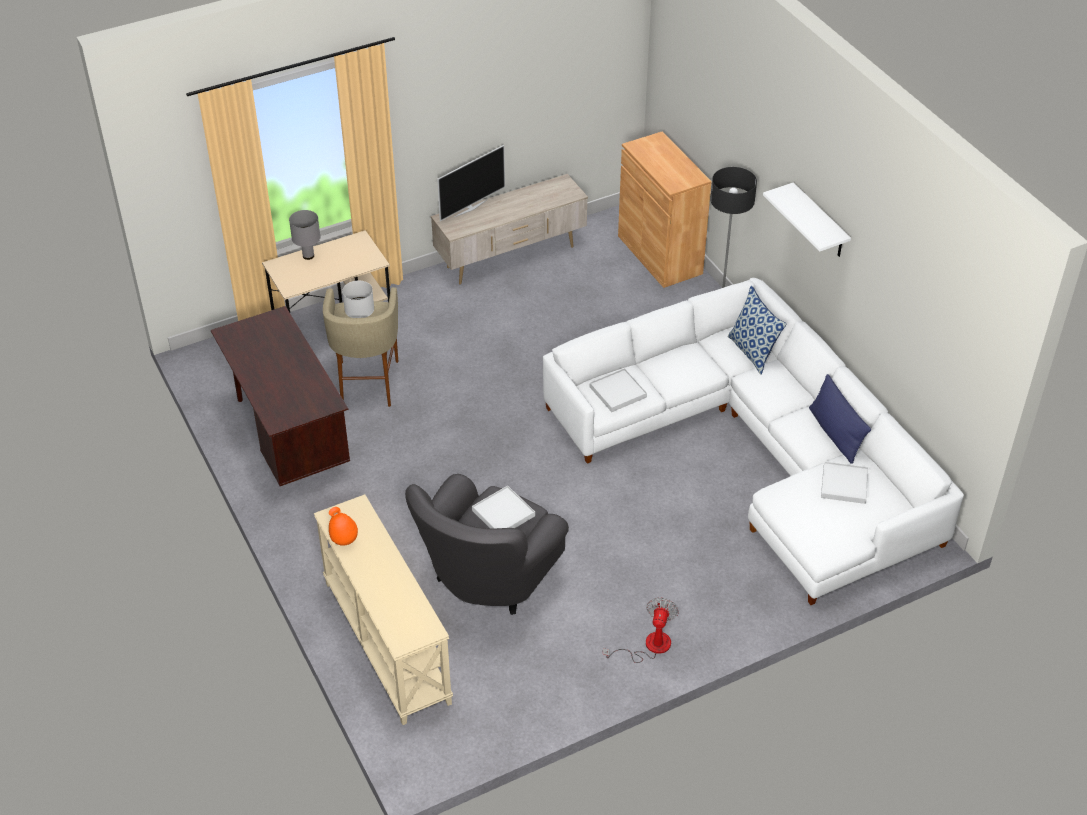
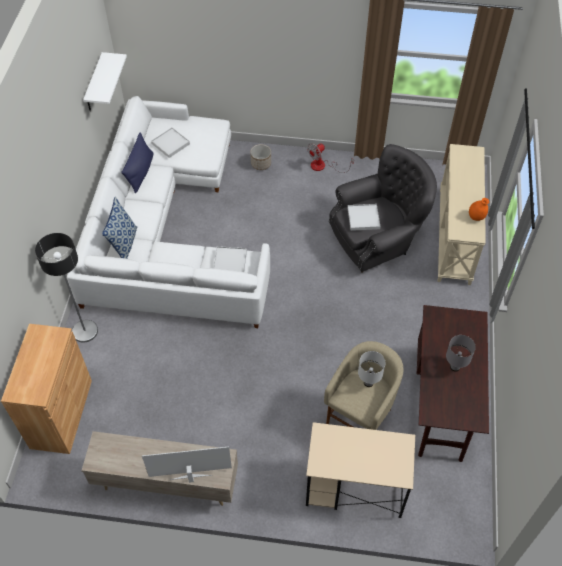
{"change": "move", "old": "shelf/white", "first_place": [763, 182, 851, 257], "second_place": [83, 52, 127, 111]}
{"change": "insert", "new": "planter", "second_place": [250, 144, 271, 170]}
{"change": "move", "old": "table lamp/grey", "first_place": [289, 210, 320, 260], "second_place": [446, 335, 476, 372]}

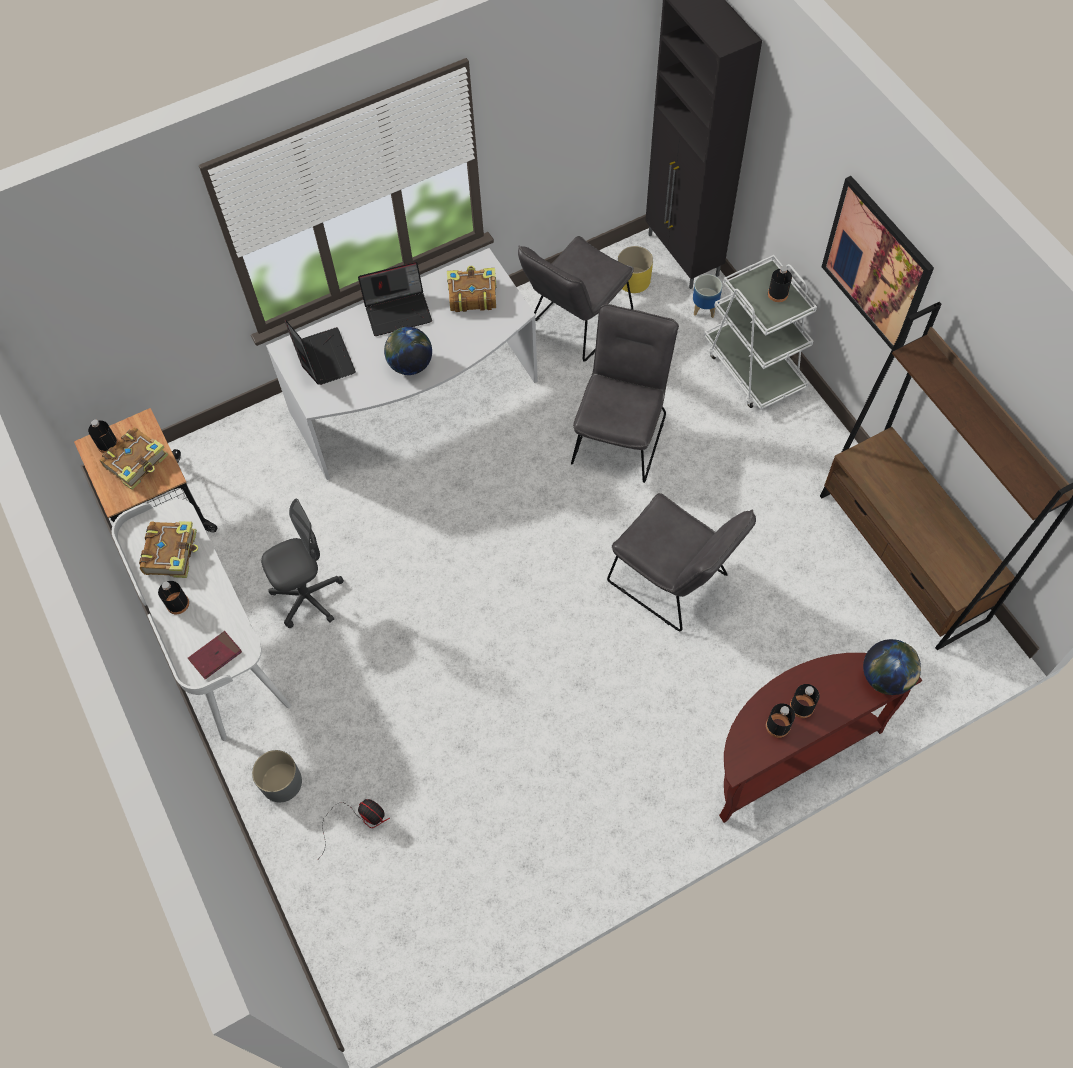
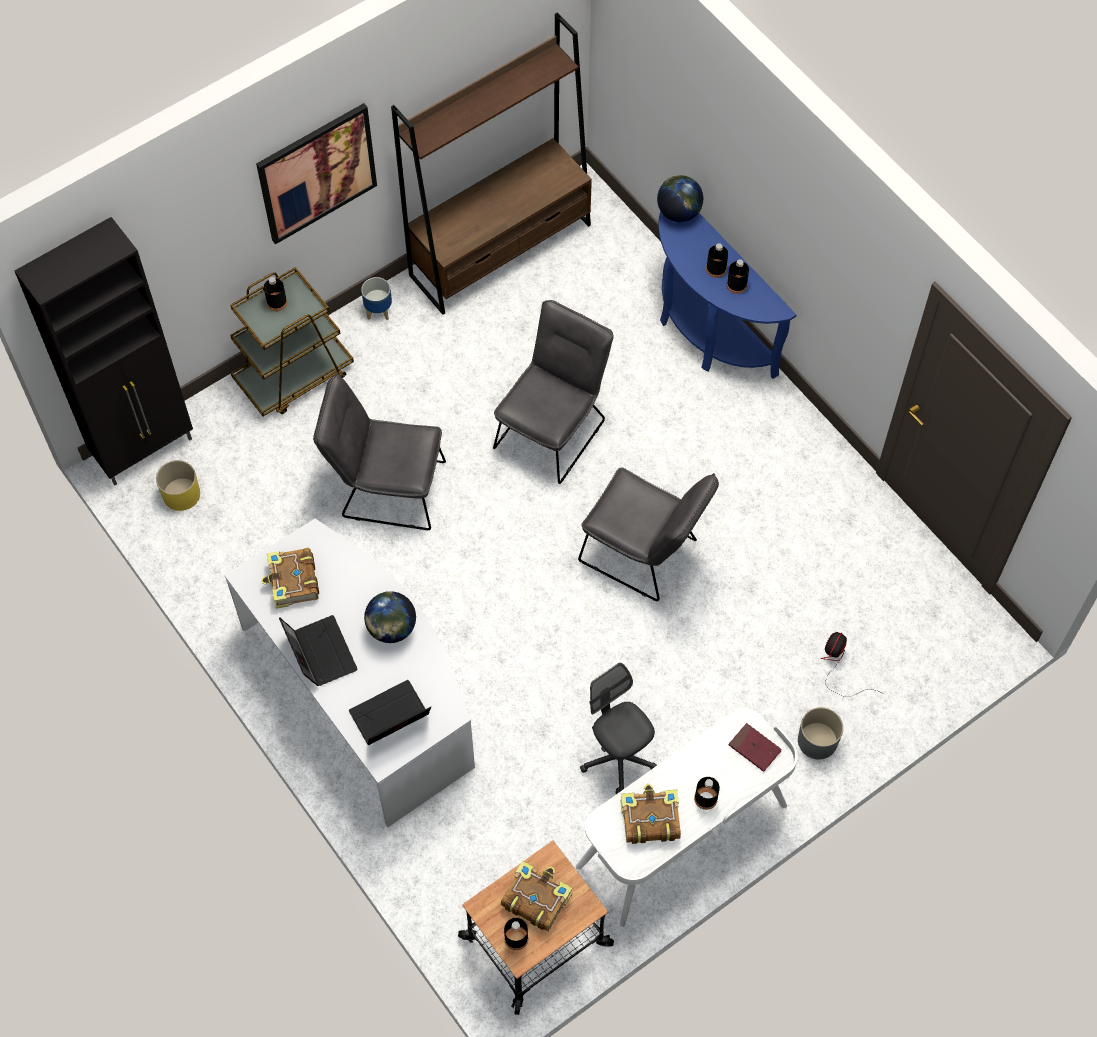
{"change": "recolor", "old": "cart/white", "new": "cart/brown", "first_place": [704, 255, 817, 410], "second_place": [230, 267, 354, 417]}
{"change": "move", "old": "planter", "first_place": [693, 274, 722, 318], "second_place": [361, 277, 392, 320]}
{"change": "move", "old": "chair/grey", "first_place": [518, 236, 634, 362], "second_place": [578, 468, 719, 601]}
{"change": "recolor", "old": "console table/brown", "new": "console table/blue", "first_place": [719, 653, 922, 823], "second_place": [659, 211, 796, 379]}

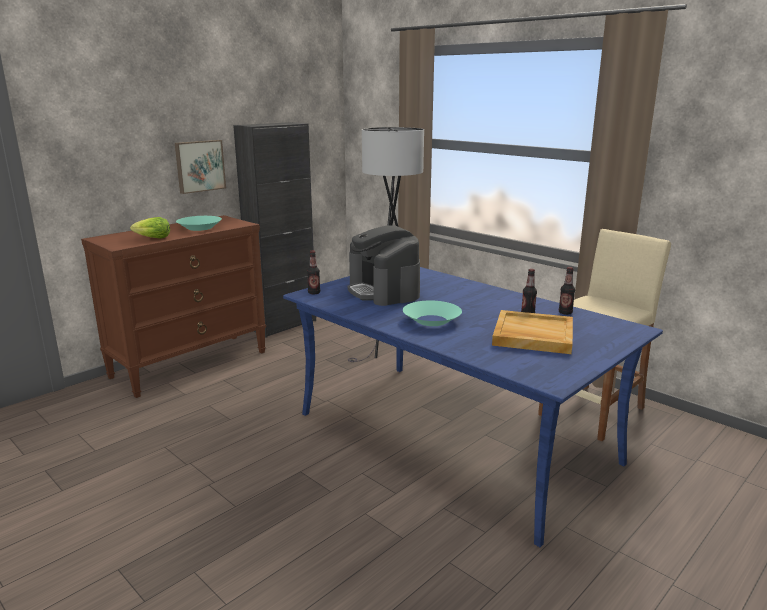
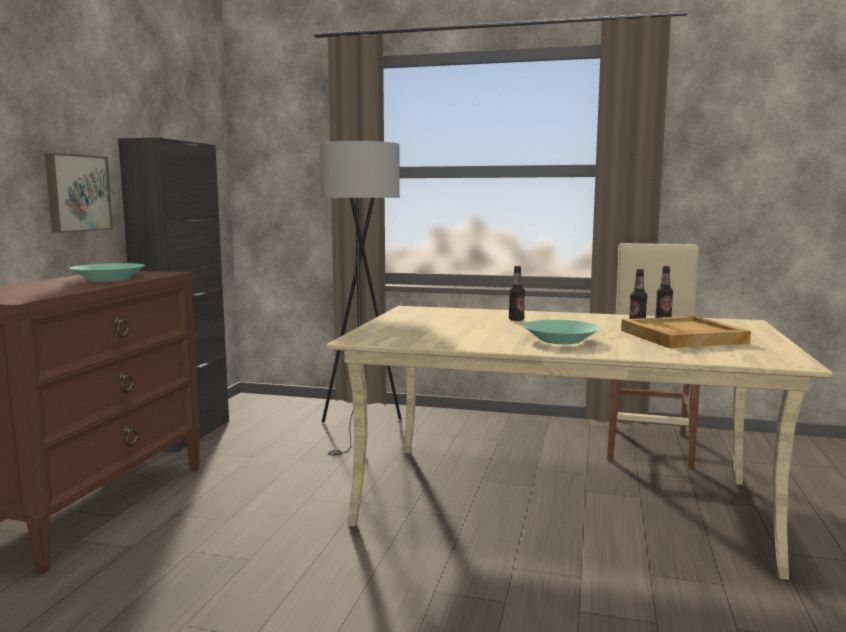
{"change": "recolor", "old": "dining table/blue", "new": "dining table/beige", "first_place": [283, 267, 663, 547], "second_place": [326, 306, 833, 580]}
{"change": "move", "old": "bottle", "first_place": [307, 251, 320, 294], "second_place": [509, 266, 525, 321]}
{"change": "delete", "old": "lettuce", "first_place": [130, 217, 170, 239]}
{"change": "delete", "old": "coffee machine", "first_place": [348, 225, 420, 306]}

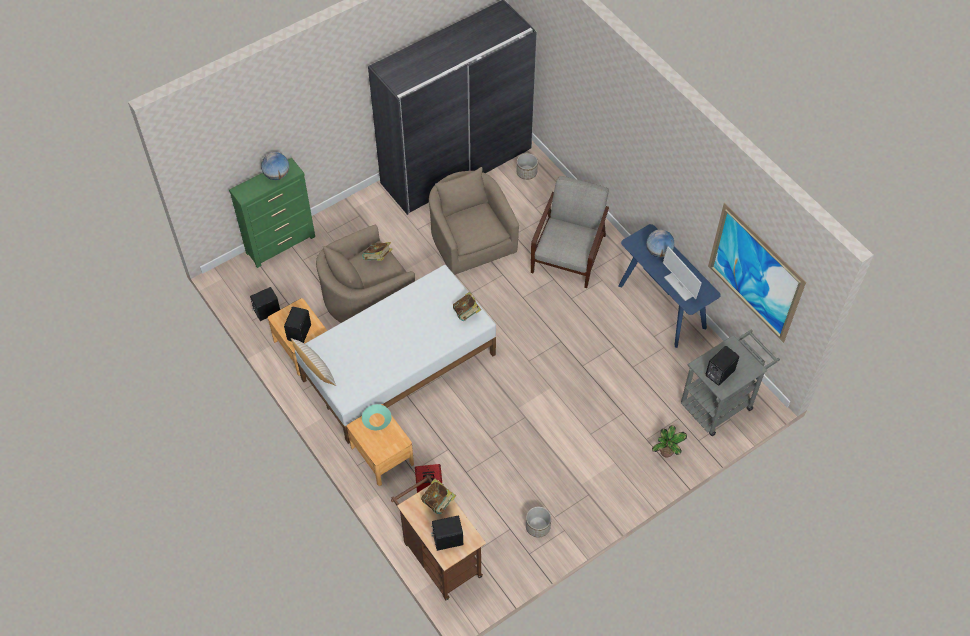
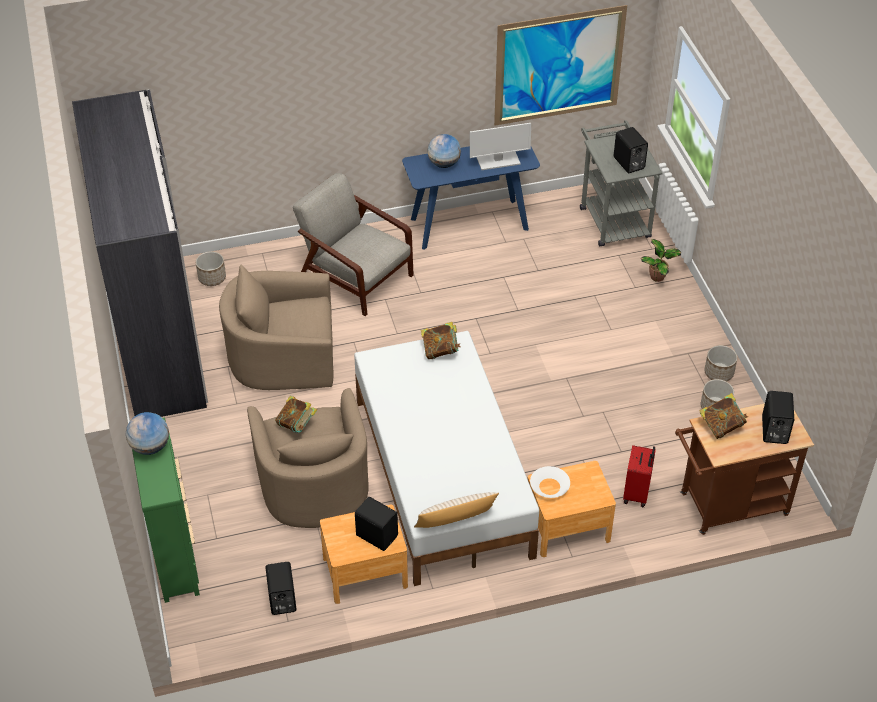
{"change": "recolor", "old": "bowl/turquoise", "new": "bowl/white", "first_place": [362, 404, 391, 430], "second_place": [530, 466, 570, 498]}
{"change": "insert", "new": "planter", "second_place": [704, 345, 738, 382]}

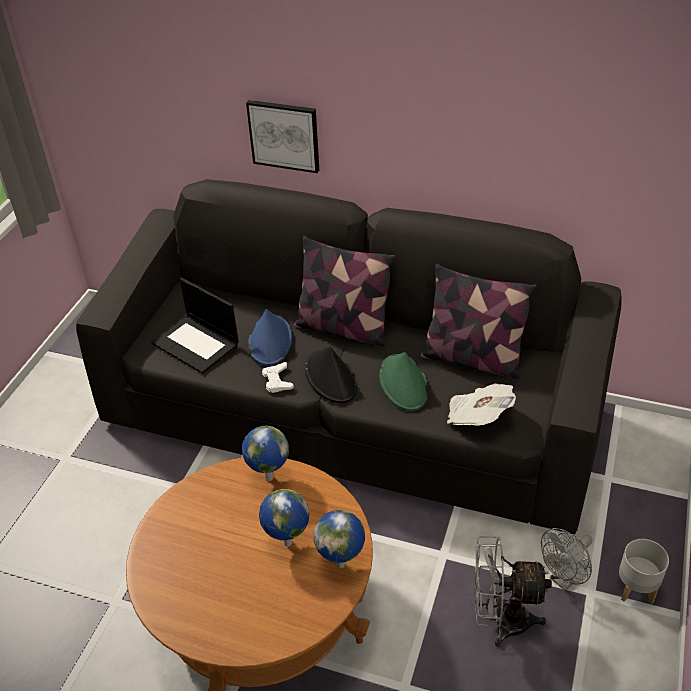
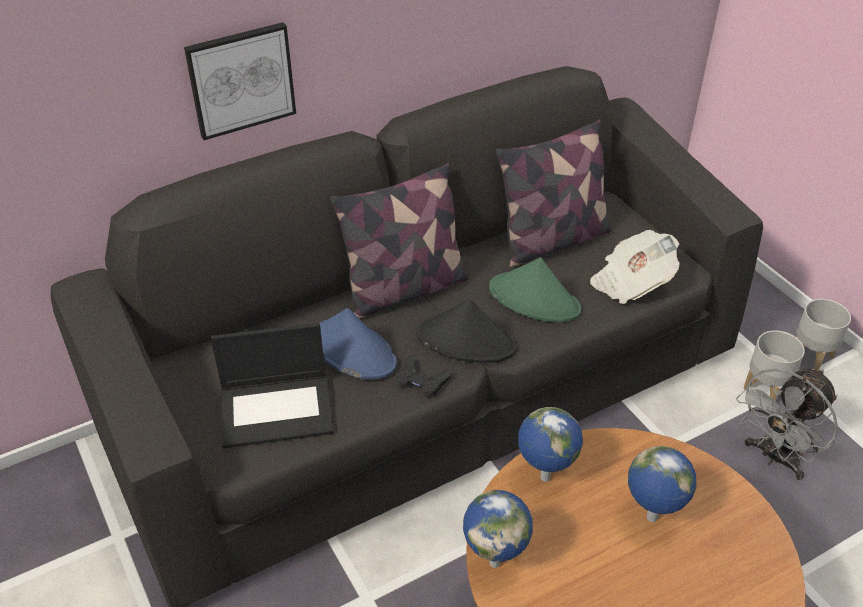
{"change": "recolor", "old": "game controller/white", "new": "game controller/black", "first_place": [262, 362, 294, 393], "second_place": [397, 355, 451, 398]}
{"change": "move", "old": "globe", "first_place": [314, 510, 365, 568], "second_place": [463, 490, 533, 568]}
{"change": "replace", "old": "fan/grey", "new": "planter/grey", "first_place": [541, 528, 593, 591], "second_place": [744, 330, 805, 400]}

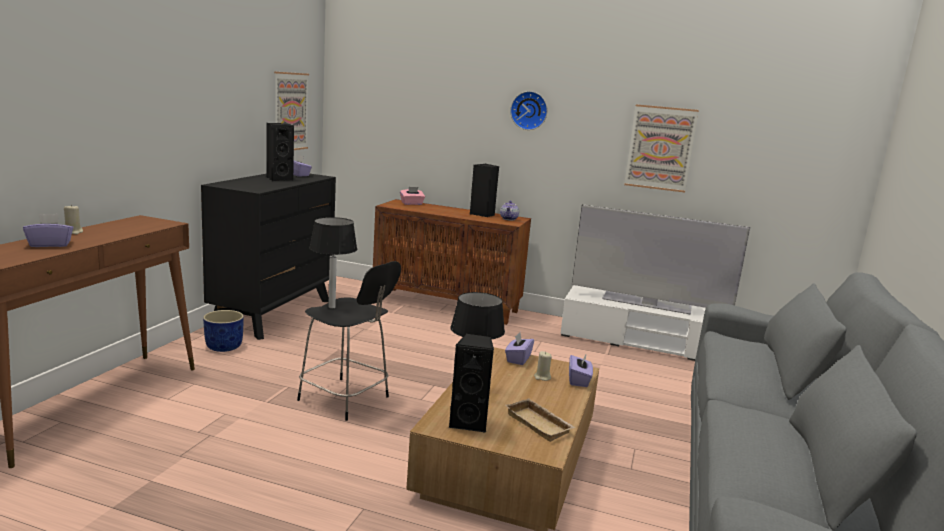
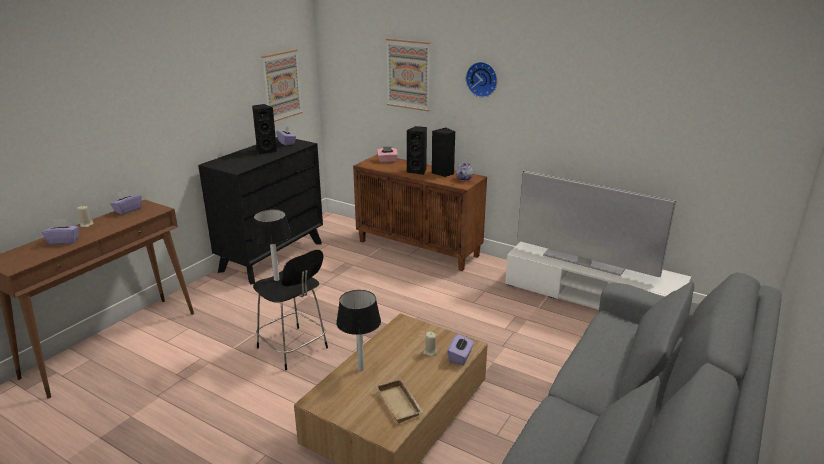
{"change": "move", "old": "tissue box/purple", "first_place": [505, 332, 534, 365], "second_place": [110, 190, 142, 215]}
{"change": "move", "old": "picture", "first_place": [624, 104, 699, 192], "second_place": [386, 38, 430, 111]}
{"change": "move", "old": "speaker/black", "first_place": [449, 333, 494, 433], "second_place": [407, 126, 427, 175]}
{"change": "delete", "old": "planter/blue", "first_place": [203, 310, 244, 352]}

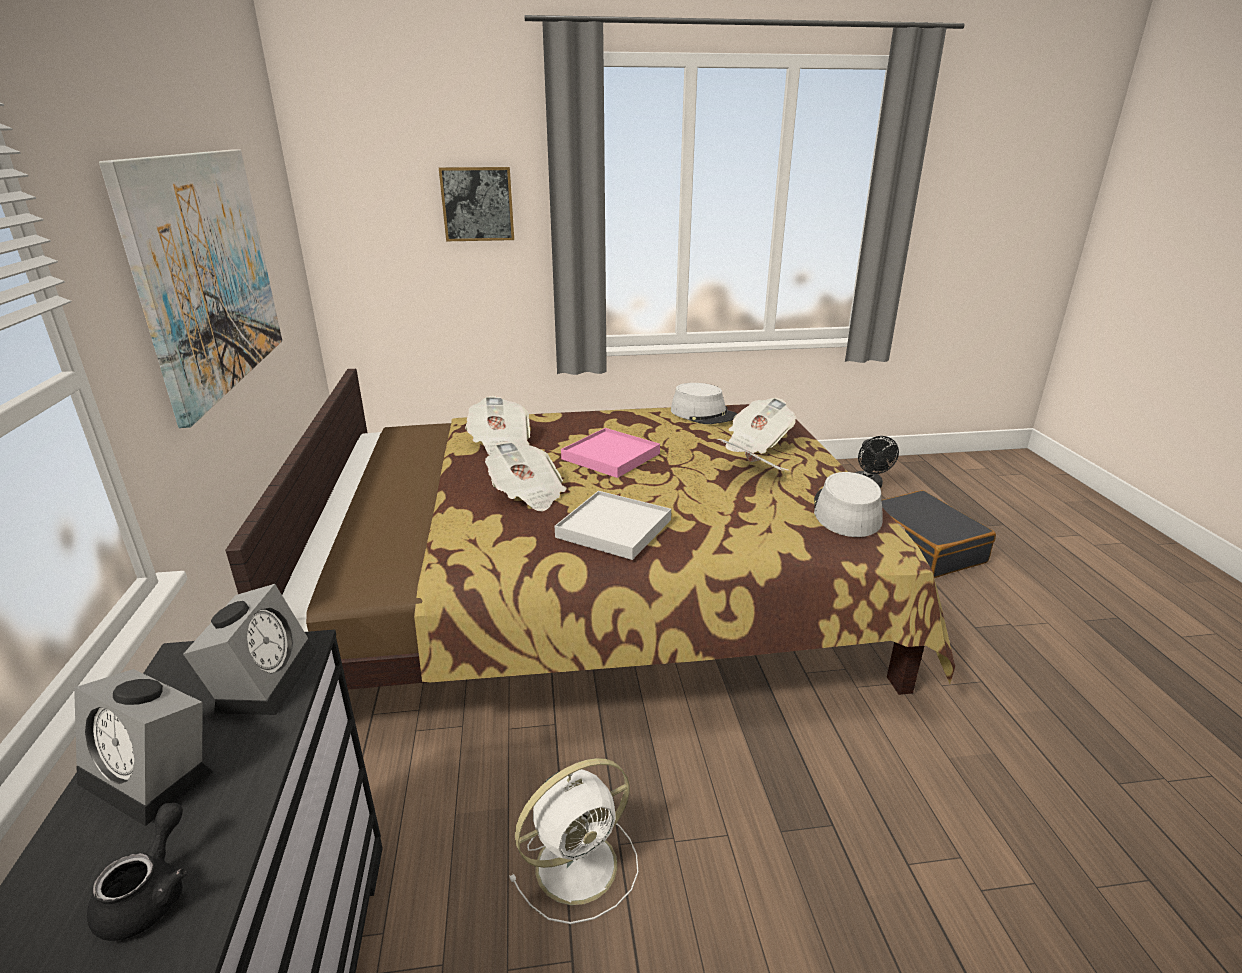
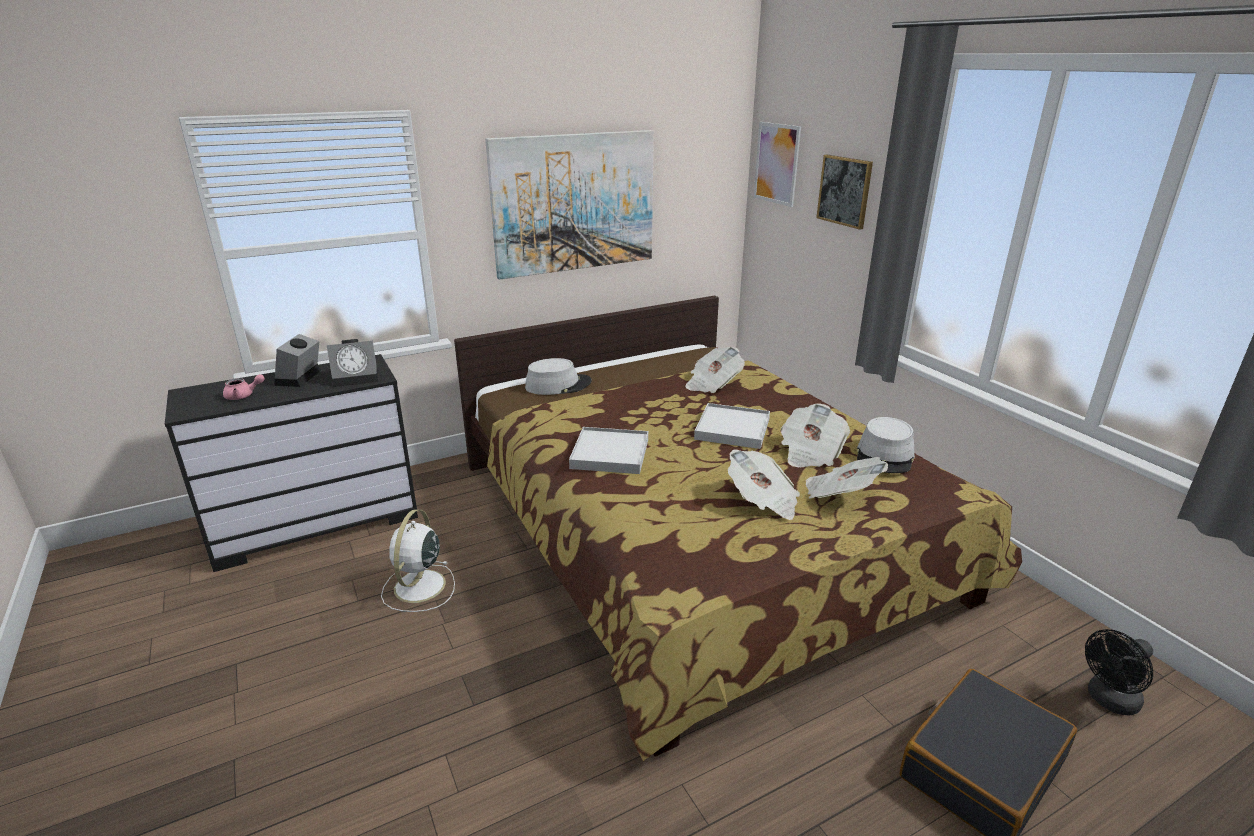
{"change": "recolor", "old": "teapot/black", "new": "teapot/pink", "first_place": [87, 803, 187, 941], "second_place": [223, 374, 265, 400]}
{"change": "rotate", "old": "fan/white", "first_place": [509, 758, 638, 924], "second_place": [381, 509, 455, 612], "degrees": 60}
{"change": "move", "old": "hat/grey", "first_place": [814, 472, 882, 537], "second_place": [525, 358, 592, 395]}
{"change": "recolor", "old": "tray/pink", "new": "tray/white", "first_place": [561, 428, 660, 478], "second_place": [694, 403, 770, 449]}
{"change": "insert", "new": "picture", "second_place": [754, 122, 801, 207]}
{"change": "move", "old": "newspaper", "first_place": [485, 441, 566, 511], "second_place": [781, 403, 850, 467]}

